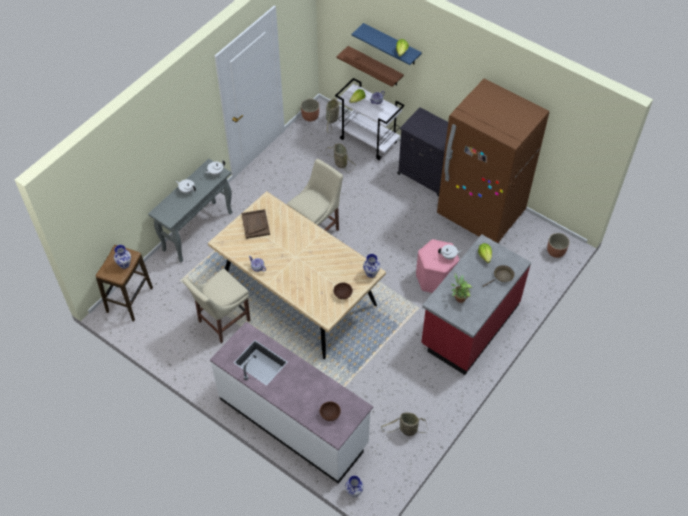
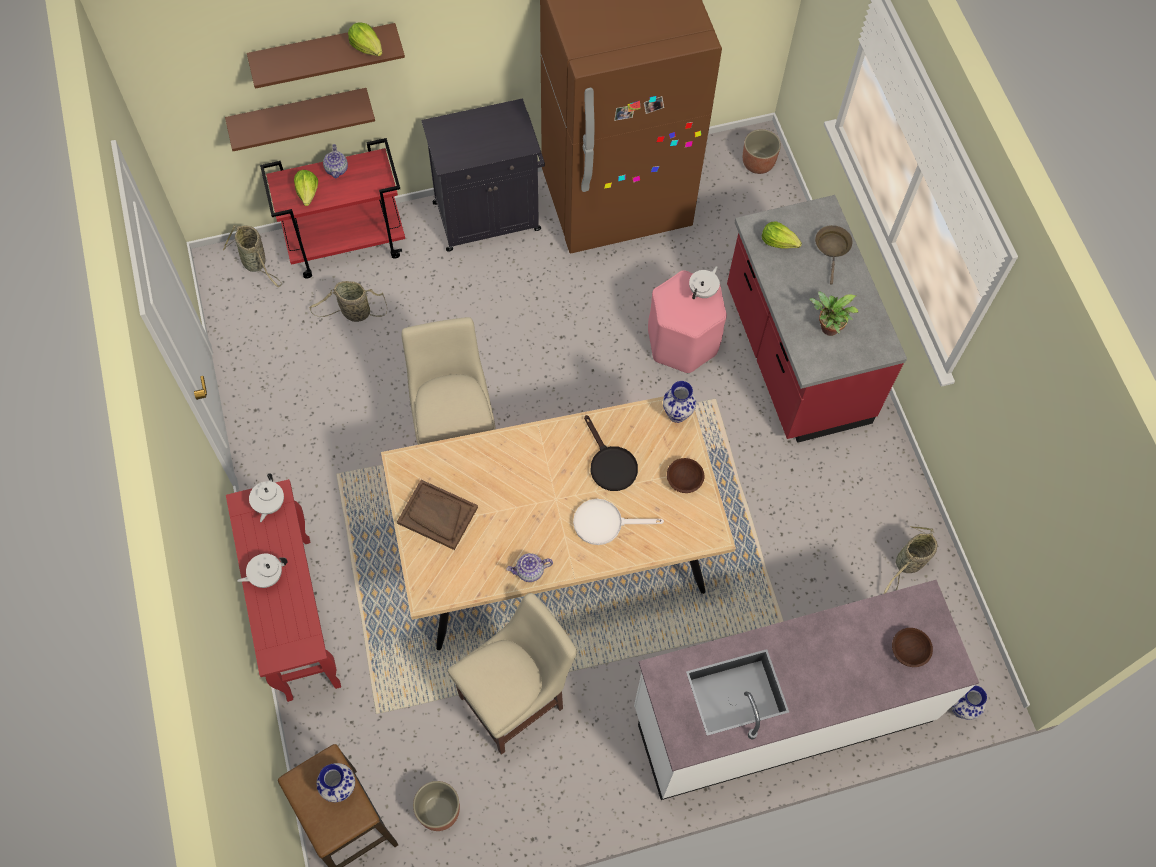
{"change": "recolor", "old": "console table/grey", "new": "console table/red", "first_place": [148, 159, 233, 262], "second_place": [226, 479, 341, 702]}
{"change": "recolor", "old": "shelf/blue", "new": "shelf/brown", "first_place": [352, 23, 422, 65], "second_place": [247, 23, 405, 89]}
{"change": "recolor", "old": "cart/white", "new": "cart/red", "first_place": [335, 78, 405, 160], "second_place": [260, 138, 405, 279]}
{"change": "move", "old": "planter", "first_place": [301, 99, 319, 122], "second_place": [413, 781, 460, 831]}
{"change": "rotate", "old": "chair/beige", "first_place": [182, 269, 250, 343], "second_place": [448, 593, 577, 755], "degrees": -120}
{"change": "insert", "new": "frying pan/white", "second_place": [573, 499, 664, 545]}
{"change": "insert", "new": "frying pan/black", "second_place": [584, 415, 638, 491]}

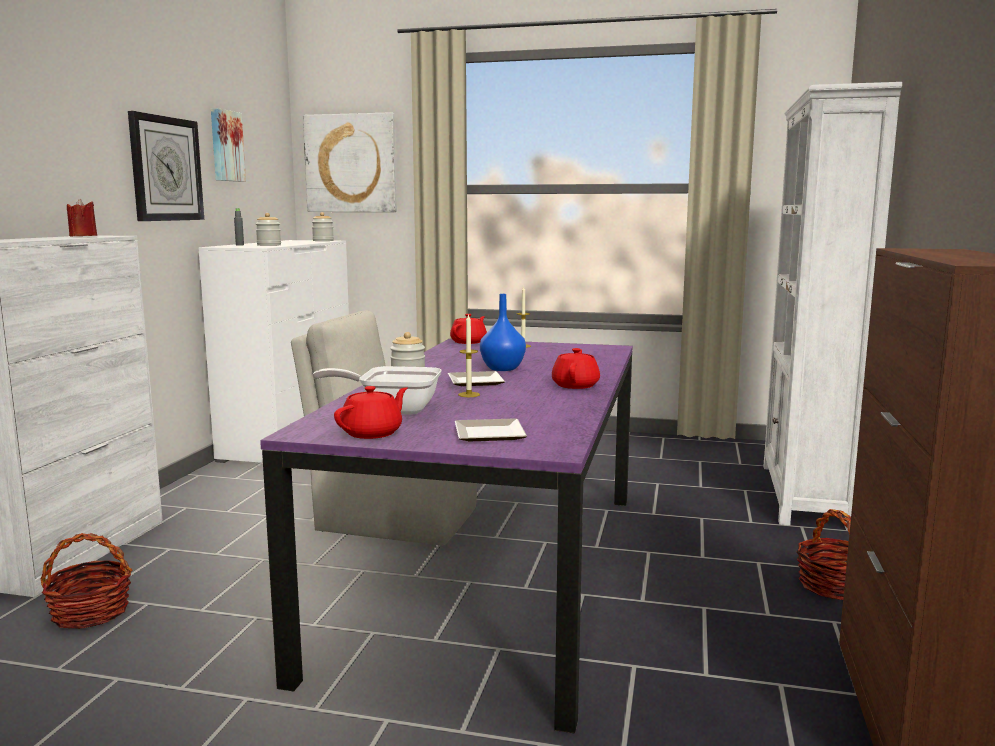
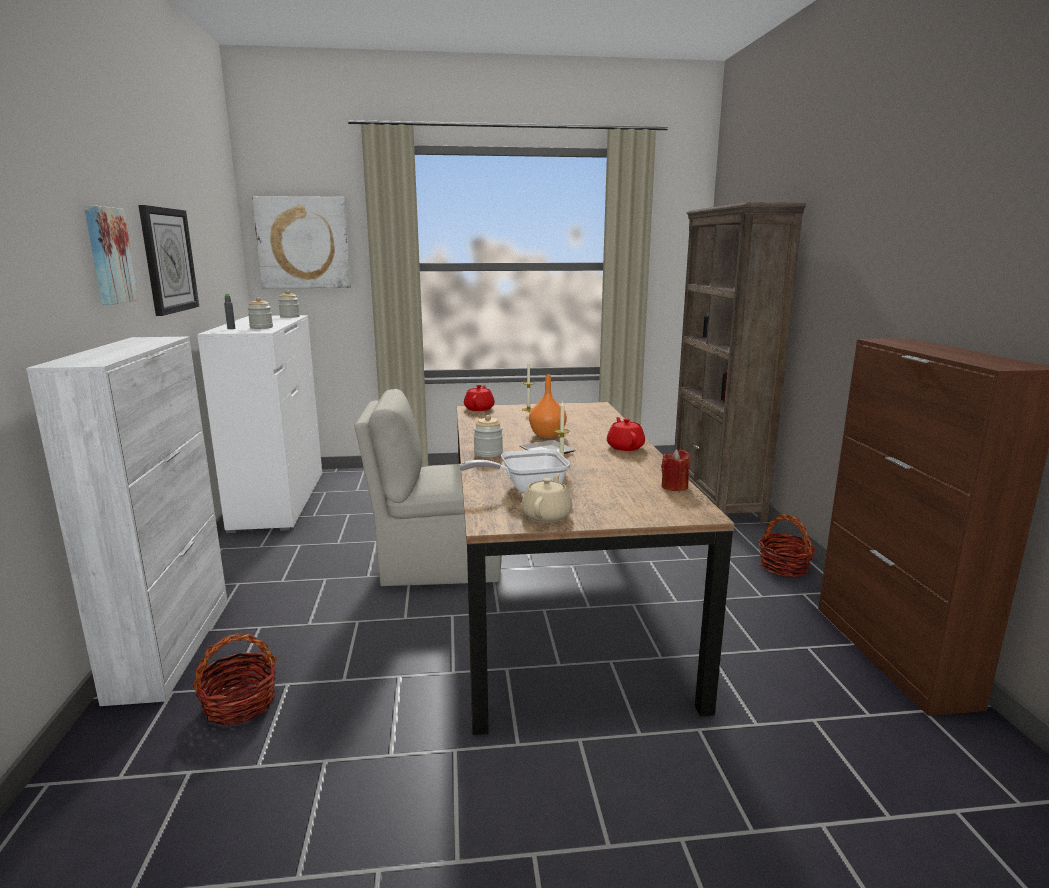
{"change": "move", "old": "picture", "first_place": [211, 108, 246, 182], "second_place": [84, 205, 139, 305]}
{"change": "recolor", "old": "dining table/purple", "new": "dining table/brown", "first_place": [260, 339, 633, 733], "second_place": [457, 402, 734, 735]}
{"change": "recolor", "old": "teapot/red", "new": "teapot/beige", "first_place": [334, 386, 407, 439], "second_place": [521, 473, 573, 523]}
{"change": "recolor", "old": "vase/blue", "new": "vase/orange", "first_place": [480, 294, 526, 371], "second_place": [529, 375, 567, 438]}
{"change": "move", "old": "candle/red", "first_place": [67, 199, 97, 236], "second_place": [661, 449, 690, 491]}
{"change": "recolor", "old": "bookcase/white", "new": "bookcase/brown", "first_place": [763, 82, 902, 530], "second_place": [674, 202, 806, 523]}
{"change": "delete", "old": "plate", "first_place": [455, 418, 527, 442]}

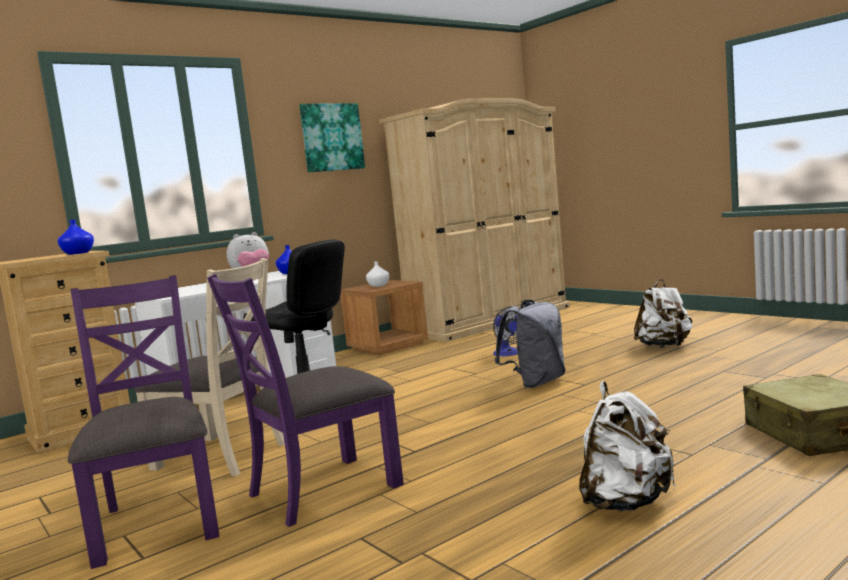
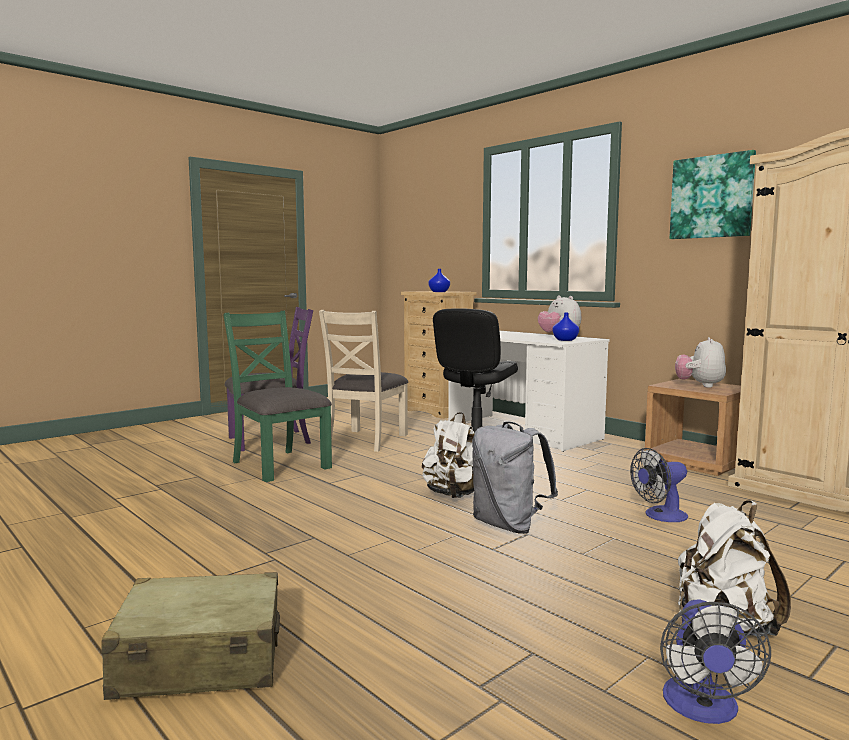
{"change": "recolor", "old": "chair/purple", "new": "chair/green", "first_place": [207, 274, 404, 527], "second_place": [223, 311, 332, 482]}
{"change": "move", "old": "backpack/white", "first_place": [579, 381, 676, 511], "second_place": [422, 412, 475, 498]}
{"change": "insert", "new": "fan", "second_place": [660, 599, 771, 724]}
{"change": "replace", "old": "vase/white", "new": "plush toy", "first_place": [366, 261, 389, 287], "second_place": [675, 337, 726, 388]}

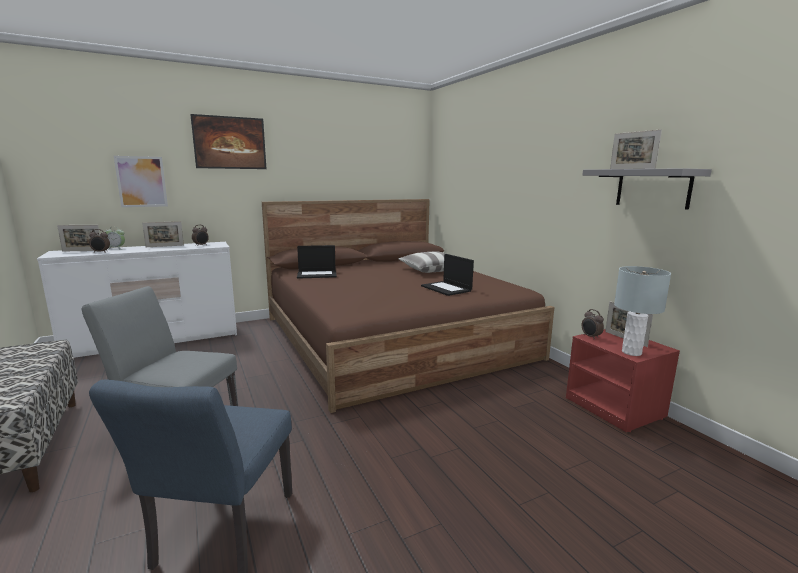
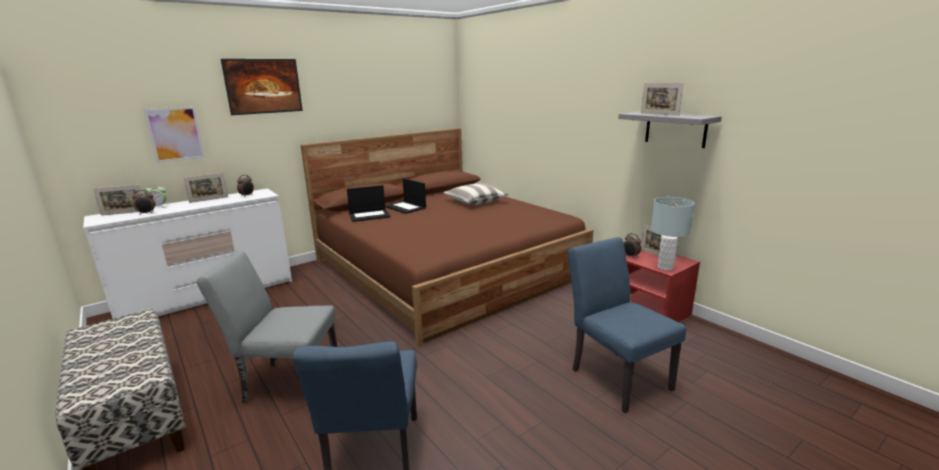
{"change": "move", "old": "laptop", "first_place": [421, 254, 474, 296], "second_place": [385, 178, 426, 214]}
{"change": "insert", "new": "chair/blue", "second_place": [568, 237, 686, 413]}

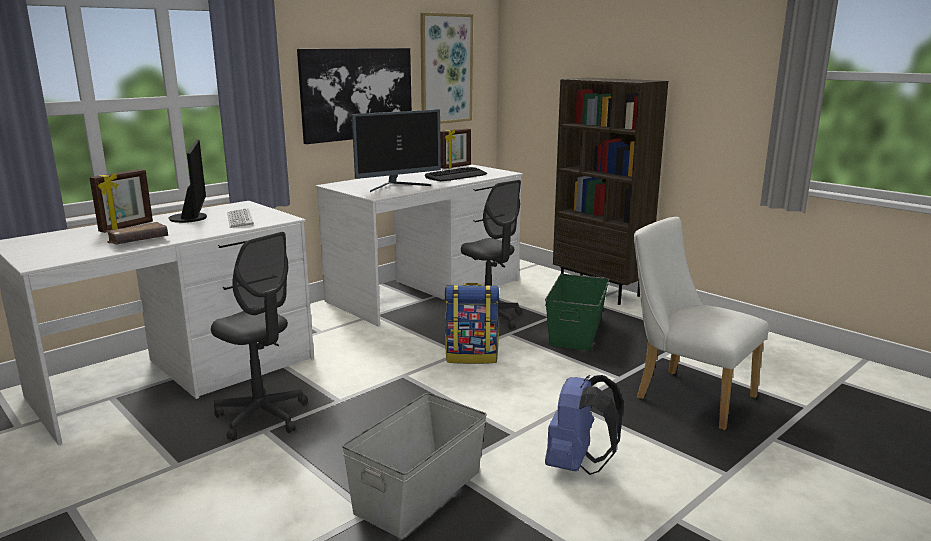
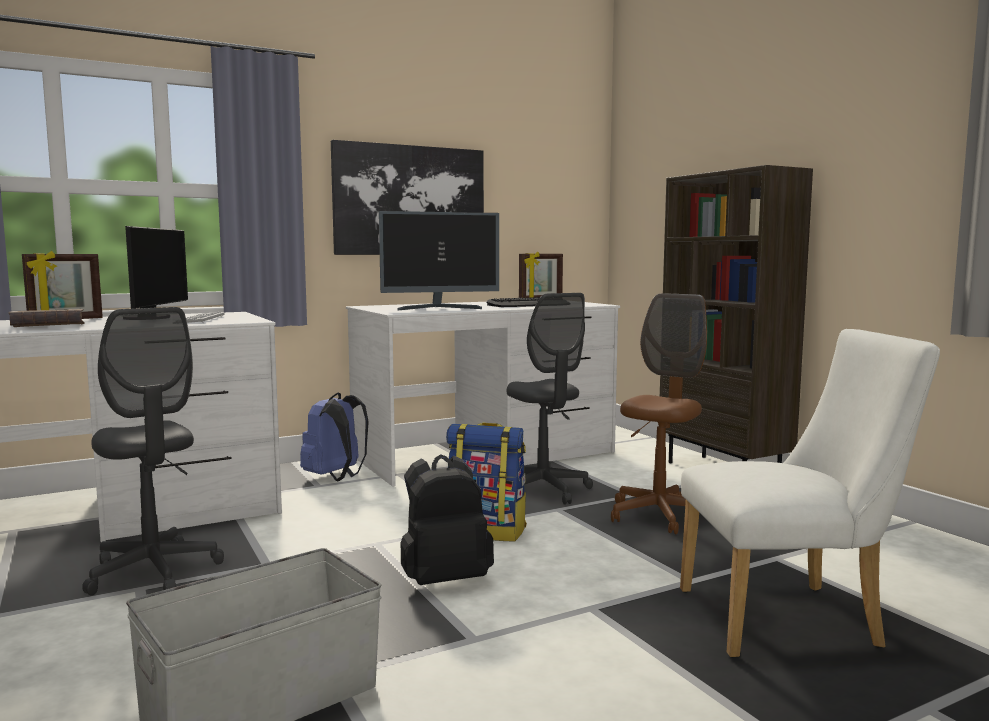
{"change": "move", "old": "backpack/blue", "first_place": [545, 375, 624, 475], "second_place": [300, 392, 369, 482]}
{"change": "insert", "new": "backpack/black", "second_place": [400, 454, 494, 585]}
{"change": "replace", "old": "storage box/green", "new": "office chair/brown", "first_place": [545, 274, 609, 351], "second_place": [611, 293, 707, 534]}
{"change": "rotate", "old": "chair/white", "first_place": [634, 217, 769, 430], "second_place": [680, 329, 940, 658], "degrees": 120}
{"change": "delete", "old": "picture", "first_place": [420, 13, 473, 124]}

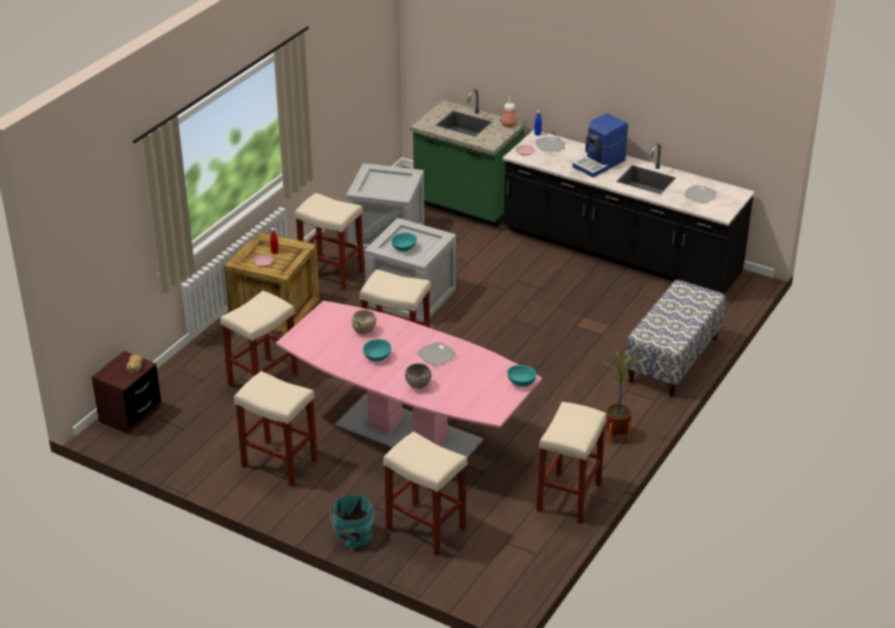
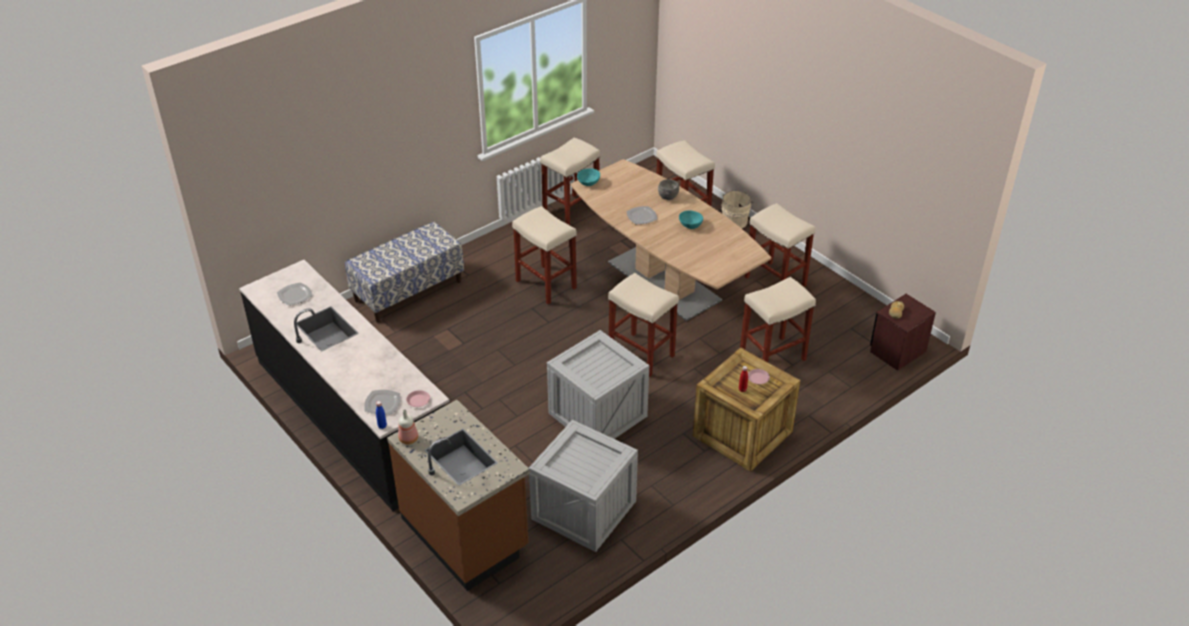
{"change": "recolor", "old": "counter/green", "new": "counter/brown", "first_place": [410, 89, 526, 227], "second_place": [387, 400, 530, 591]}
{"change": "move", "old": "stool/beige", "first_place": [295, 193, 364, 290], "second_place": [512, 206, 577, 304]}
{"change": "recolor", "old": "dining table/pink", "new": "dining table/brown", "first_place": [276, 301, 542, 459], "second_place": [571, 159, 771, 321]}
{"change": "recolor", "old": "bucket/turquoise", "new": "bucket/beige", "first_place": [330, 494, 374, 548], "second_place": [721, 191, 753, 229]}
{"change": "delete", "old": "bowl/beige", "first_place": [351, 310, 376, 334]}
{"change": "delete", "old": "bowl/turquoise", "first_place": [391, 233, 417, 251]}
{"change": "delete", "old": "coffee machine", "first_place": [572, 113, 628, 177]}
{"change": "delete", "old": "potted plant", "first_place": [604, 348, 640, 443]}

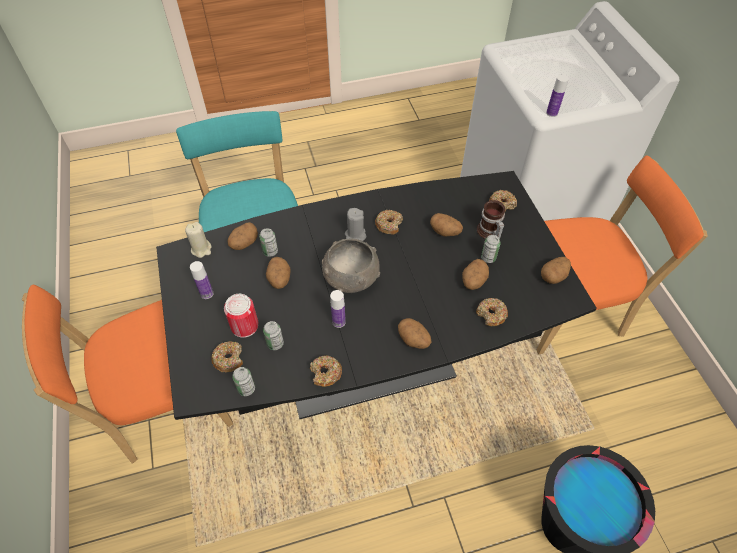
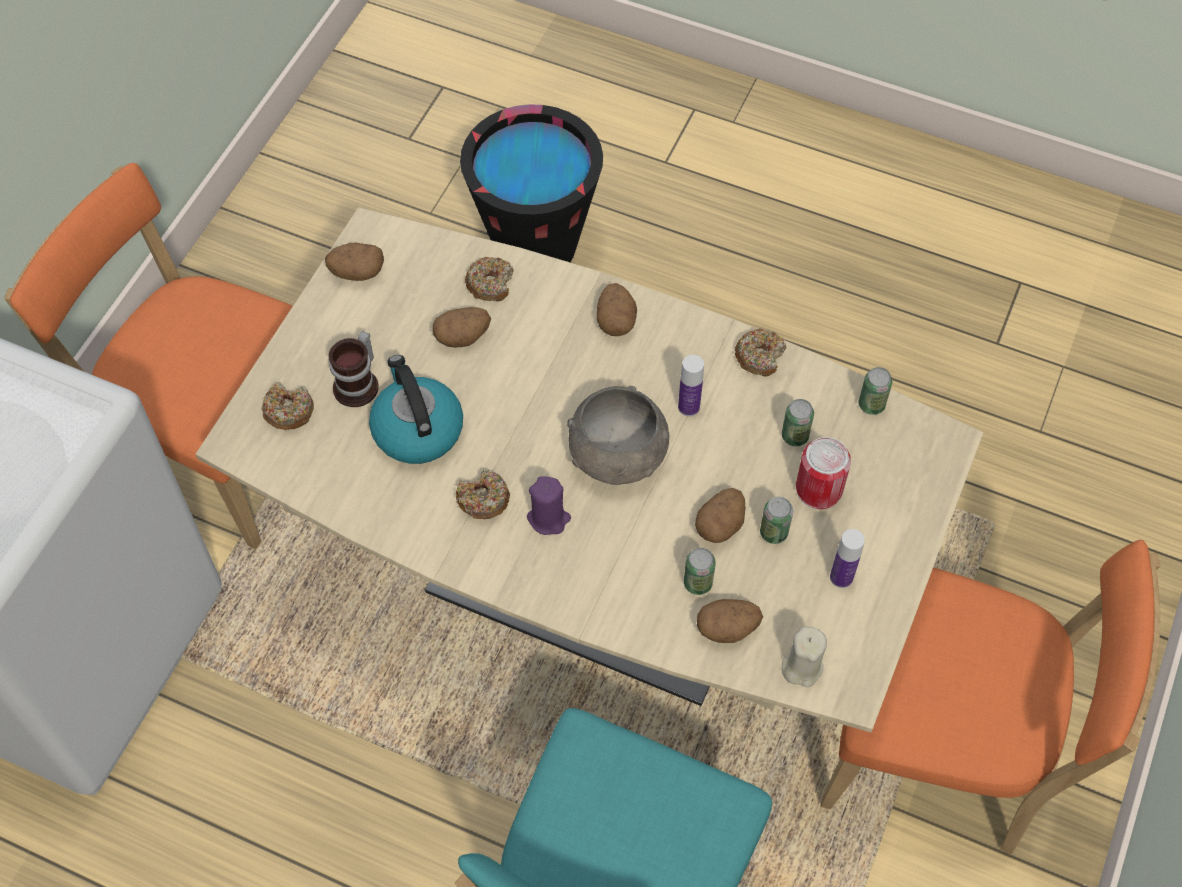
{"change": "recolor", "old": "dining table/black", "new": "dining table/beige", "first_place": [156, 171, 596, 420], "second_place": [196, 207, 983, 733]}
{"change": "replace", "old": "potato", "new": "kettle", "first_place": [430, 213, 463, 236], "second_place": [369, 355, 463, 464]}
{"change": "recolor", "old": "candle/grey", "new": "candle/purple", "first_place": [345, 208, 366, 241], "second_place": [527, 476, 571, 535]}
{"change": "move", "old": "can", "first_place": [481, 235, 501, 263], "second_place": [760, 497, 793, 544]}
{"change": "delete", "old": "donut", "first_place": [211, 341, 243, 372]}
{"change": "delete", "old": "bottle", "first_place": [546, 75, 569, 117]}

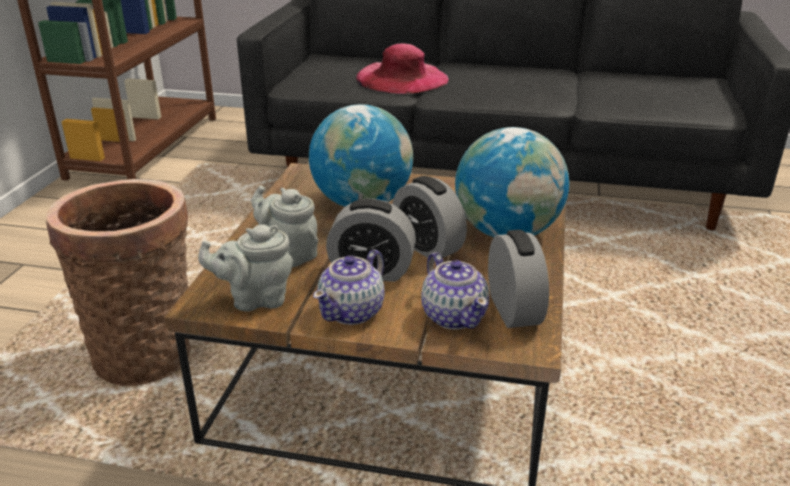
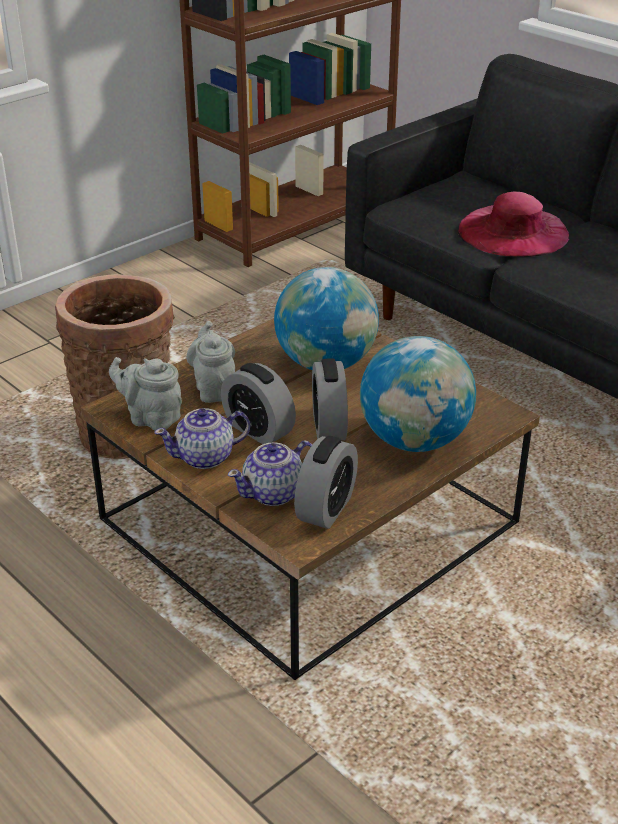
{"change": "rotate", "old": "teapot", "first_place": [421, 252, 489, 330], "second_place": [228, 441, 312, 506], "degrees": 45}

